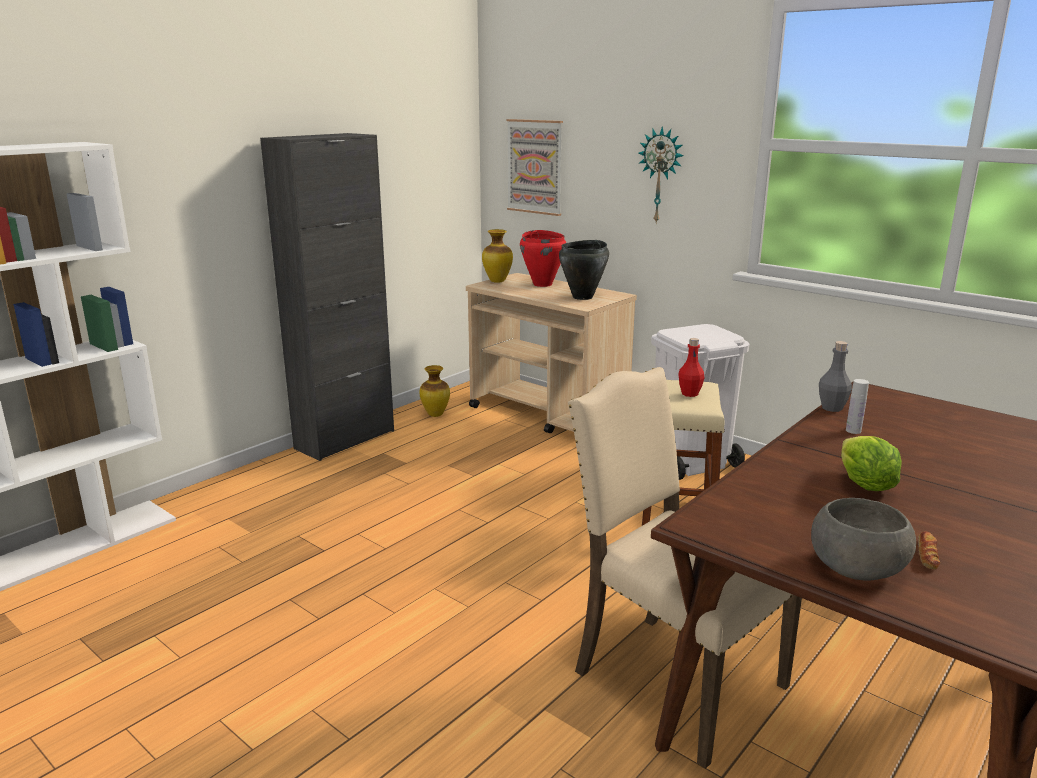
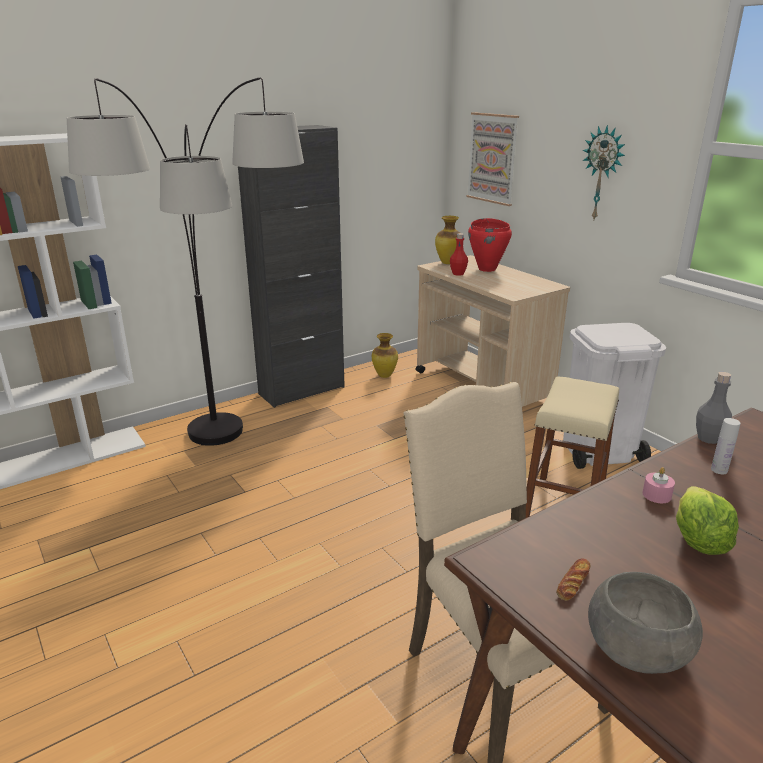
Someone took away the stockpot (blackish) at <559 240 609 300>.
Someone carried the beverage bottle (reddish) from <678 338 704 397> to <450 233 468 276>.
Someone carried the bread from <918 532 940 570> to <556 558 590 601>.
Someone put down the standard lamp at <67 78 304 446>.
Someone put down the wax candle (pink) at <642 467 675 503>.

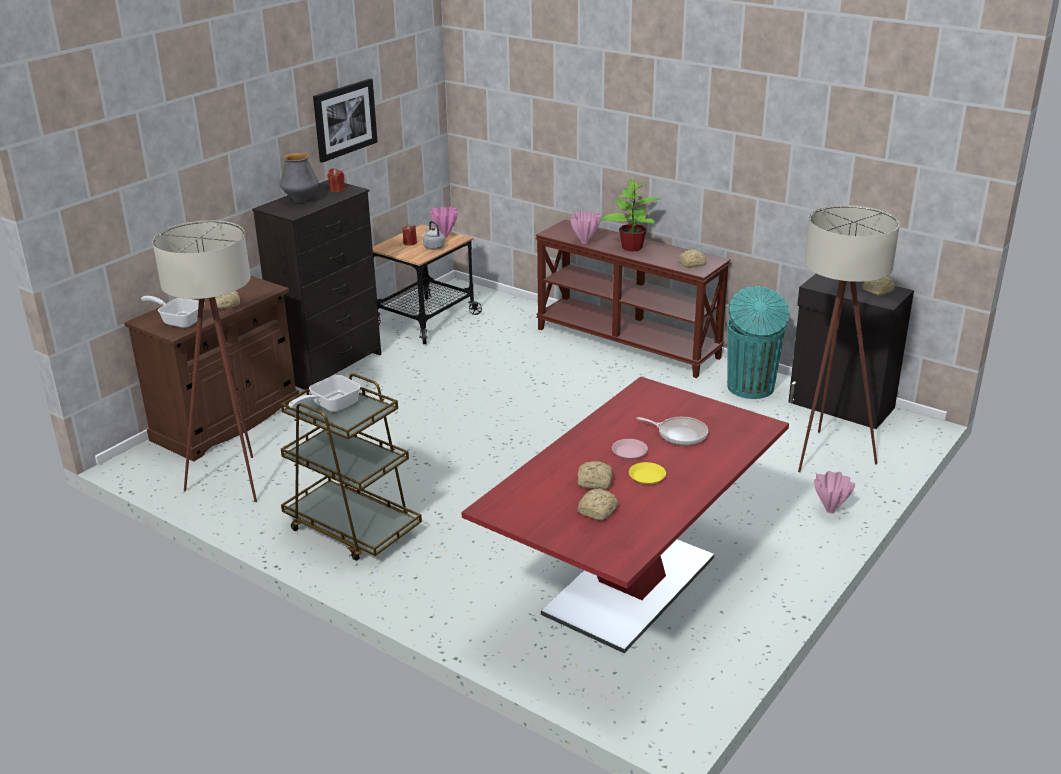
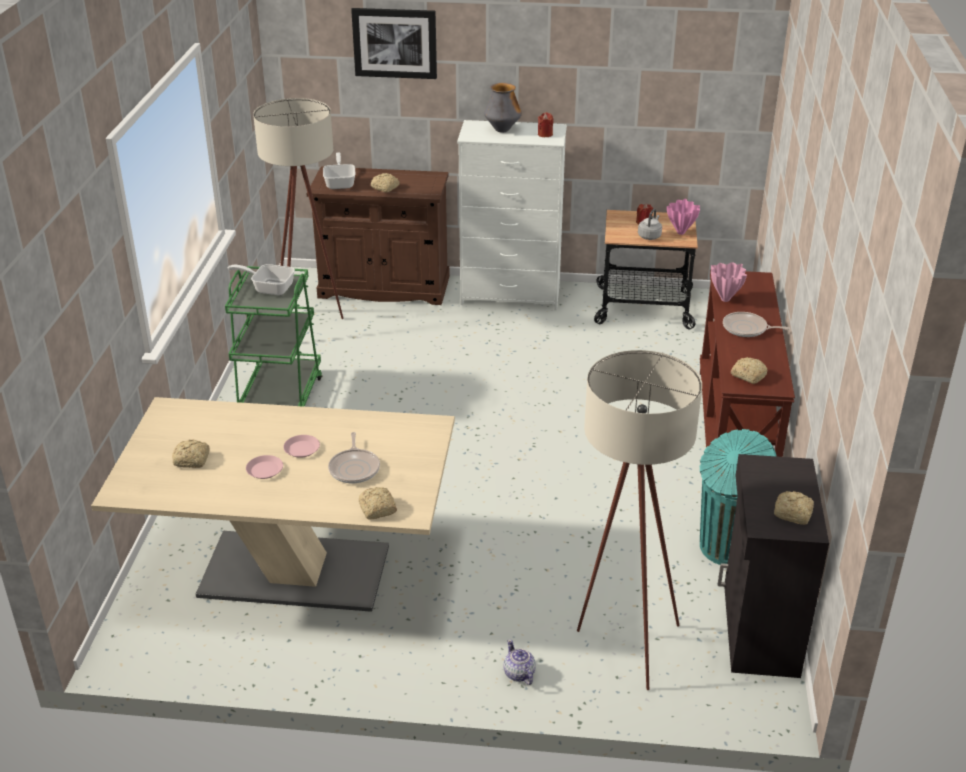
Someone repainted the drawer chest (blackish) at <252 180 381 392>, which became the drawer chest (white-coloured) at <457 120 567 311>.
Someone repainted the wheeled cart (brown) at <281 374 422 561>, which became the wheeled cart (greenish) at <225 266 322 407>.
Someone carried the wall picture from <313 79 378 163> to <351 8 437 79>.
Someone repainted the dinner table (reddish) at <461 376 789 653>, which became the dinner table (beige) at <91 397 455 612>.
Someone carried the bread from <578 461 612 490> to <359 487 397 519>.
Someone swapped the plant in a pot at <601 179 660 252> for the pan at <723 312 790 337>.
Someone repainted the flat dish (yellowish) at <629 462 666 484>, which became the flat dish (pink) at <246 455 283 479>.
Someone swapped the flower vase (pink) at <814 471 855 513> for the tea pot at <503 639 536 685>.

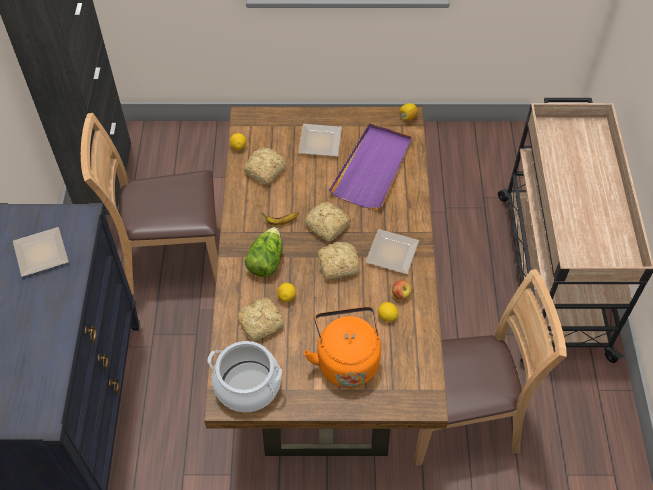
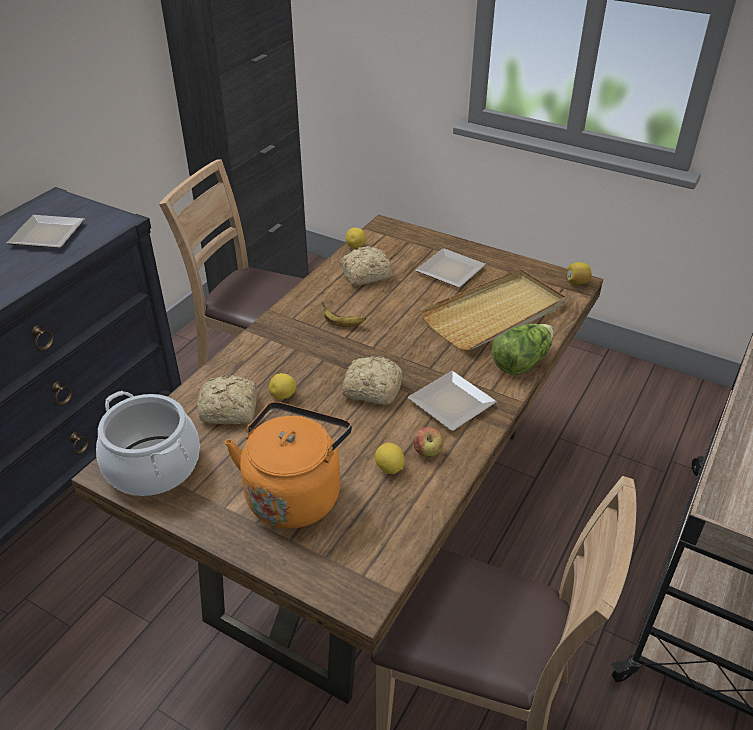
Someone carried the lettuce head from <245 227 283 277> to <491 324 554 375>.
Someone took away the bread at <305 202 351 242>.
Someone repainted the serving tray (purple) at <329 123 412 209>, which became the serving tray (beige) at <420 269 566 351>.

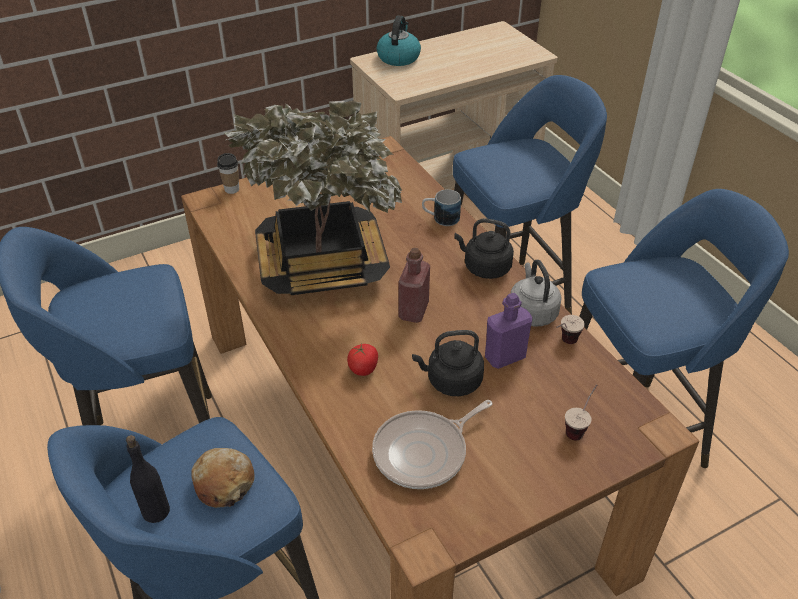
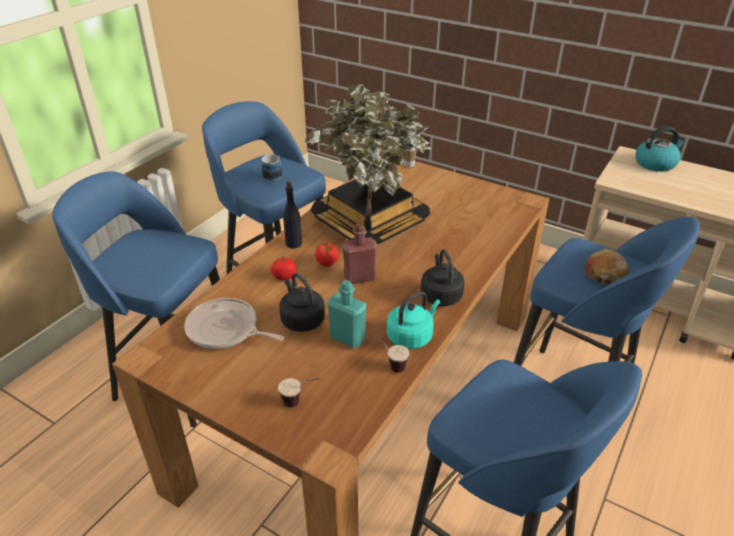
Someone carried the beverage bottle (blackish) from <126 435 170 523> to <283 181 302 248>.
Someone carried the bread from <191 448 255 508> to <585 249 629 285>.
Someone carried the tea mug from <422 189 461 226> to <261 154 282 181>.
Someone repainted the beverage bottle (purple) at <485 293 532 369>, which became the beverage bottle (turquoise) at <328 280 366 348>.
Someone repainted the kettle (grey) at <510 260 562 327>, which became the kettle (turquoise) at <387 291 440 349>.
Someone put down the whole tomato at <315 243 339 267>.

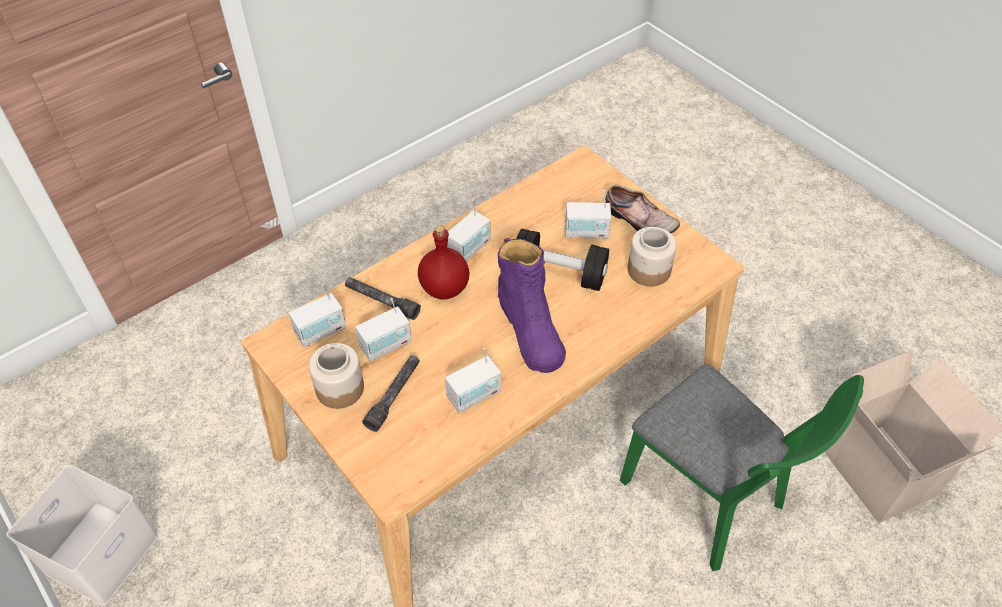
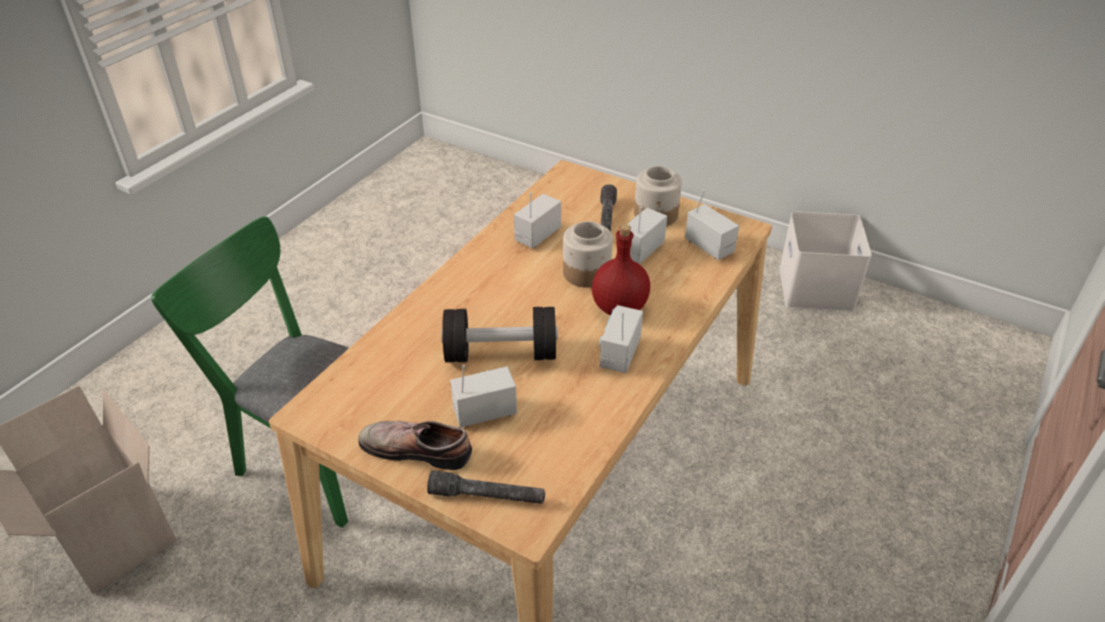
Someone rotated the radio receiver at <288 284 346 347> by 105 degrees clockwise.
Someone carried the torch (grey) from <345 277 421 320> to <427 470 545 504>.
Someone took away the tall boot (purple) at <498 238 566 373>.
Someone carried the jar from <628 227 677 286> to <563 221 613 288>.

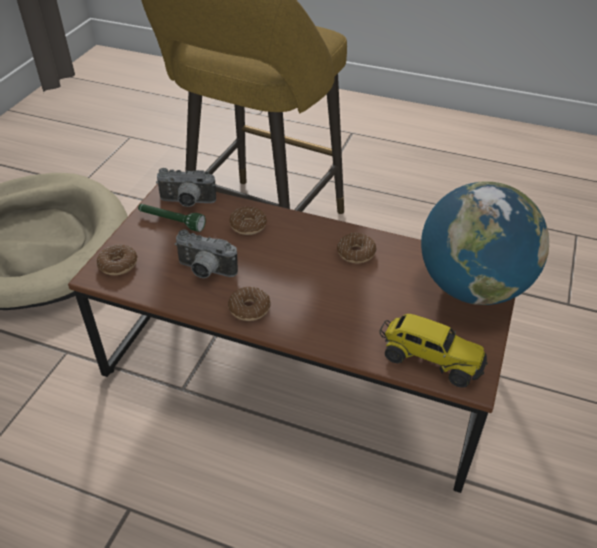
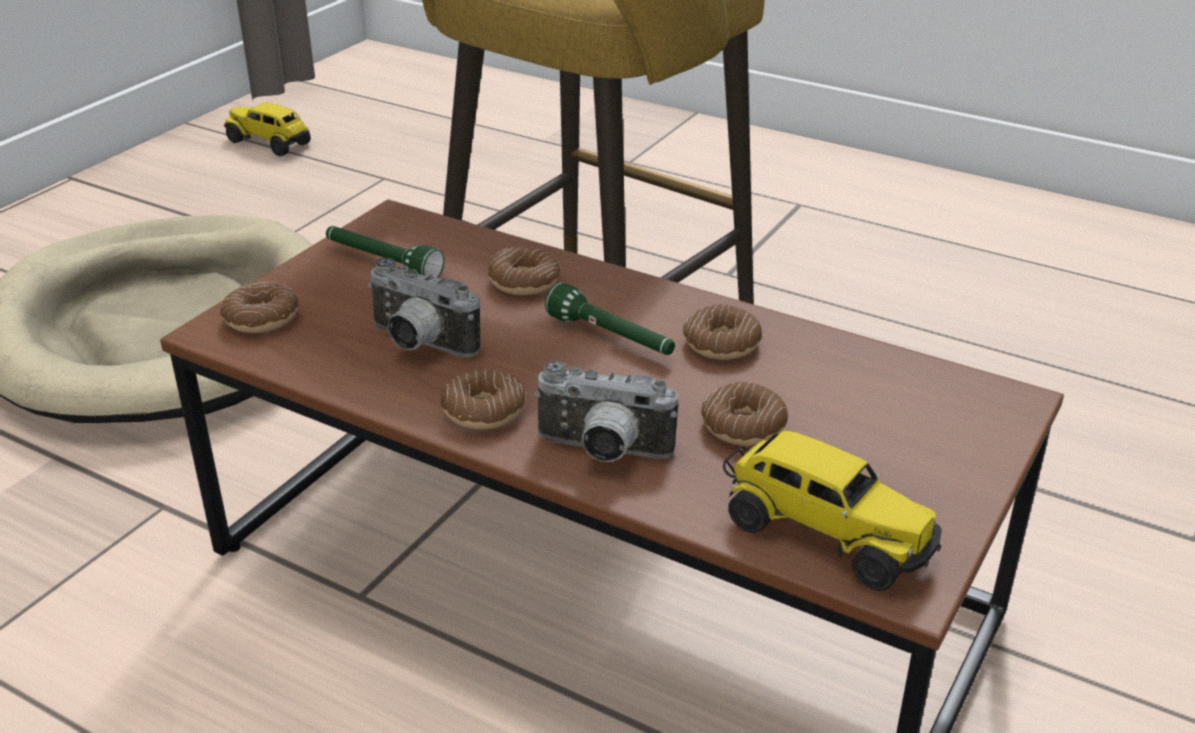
Someone carried the photo camera from <156 168 216 207> to <534 361 679 462>.
Someone took away the world globe at <421 181 549 305>.
Someone put down the toy lorry at <224 102 311 156>.
Someone put down the torch (greenish) at <545 282 675 355>.
Someone put down the donut at <701 382 788 446>.

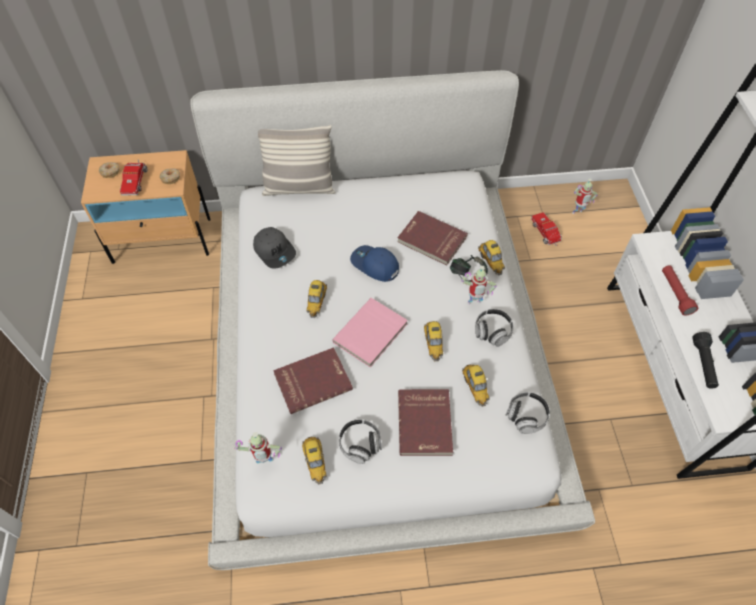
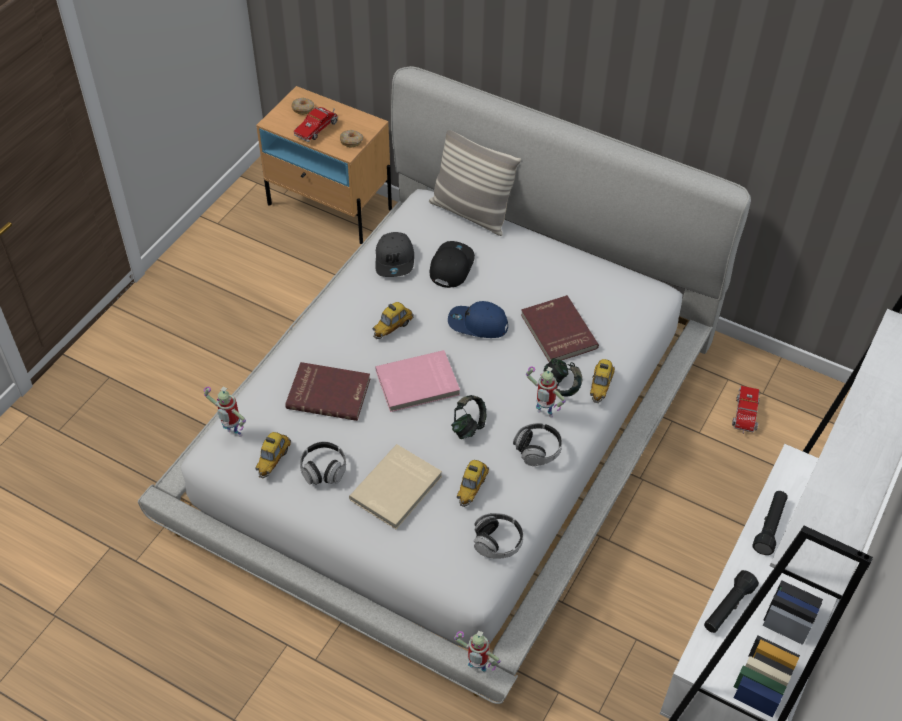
Someone rotated the cap (blue-coloured) at <350 245 399 282> by 60 degrees counterclockwise.
Someone repainted the book (reddish) at <398 389 453 456>, which became the book (beige) at <349 444 442 529>.
Someone swapped the model car at <424 321 443 361> for the pair of headphones at <451 395 486 439>.
Someone carried the model robot from <572 179 598 214> to <454 631 501 672>.
Someone repainted the torch (reddish) at <662 265 699 316>, which became the torch (blackish) at <753 491 788 555>.
Someone put down the cap (blackish) at <430 241 475 288>.

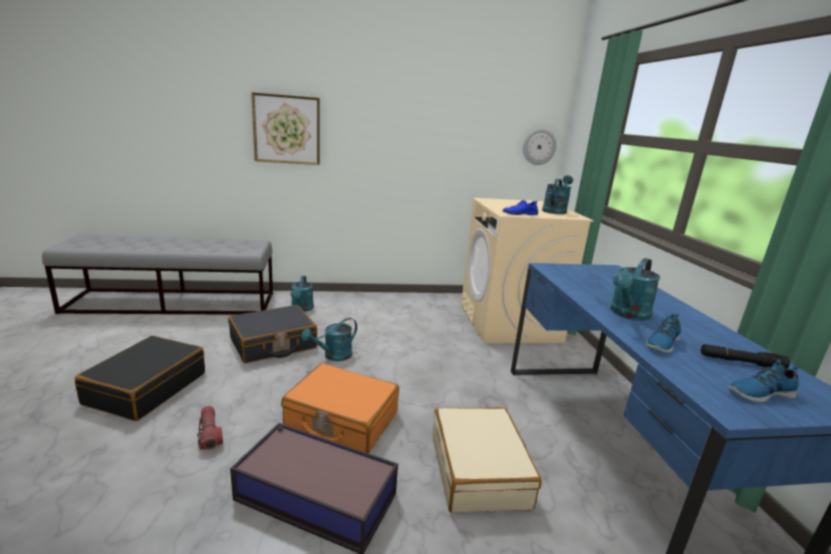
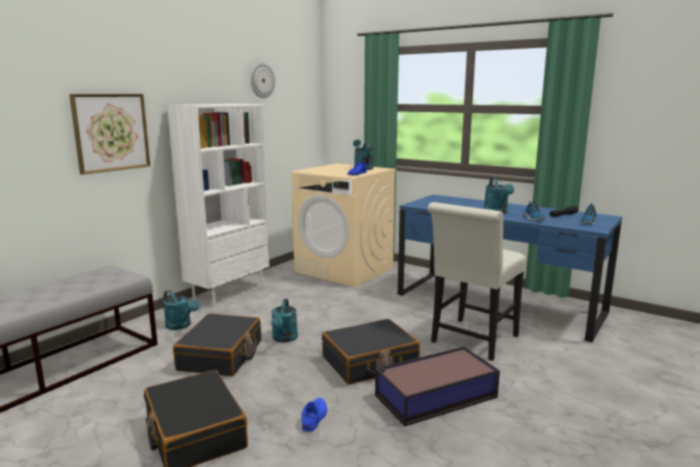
Someone swapped the torch at <197 406 223 450> for the shoe (blue-coloured) at <301 398 327 432>.
Someone repainted the piece of luggage (orange) at <281 363 399 453>, which became the piece of luggage (blackish) at <322 319 420 384>.
Someone swapped the piece of luggage (beige) at <432 407 542 513> for the plain chair (white-coloured) at <428 202 527 361>.
Someone carried the hanging clock from <523 129 557 165> to <251 63 275 98>.
Someone put down the shelving unit (white-coloured) at <167 104 269 307>.

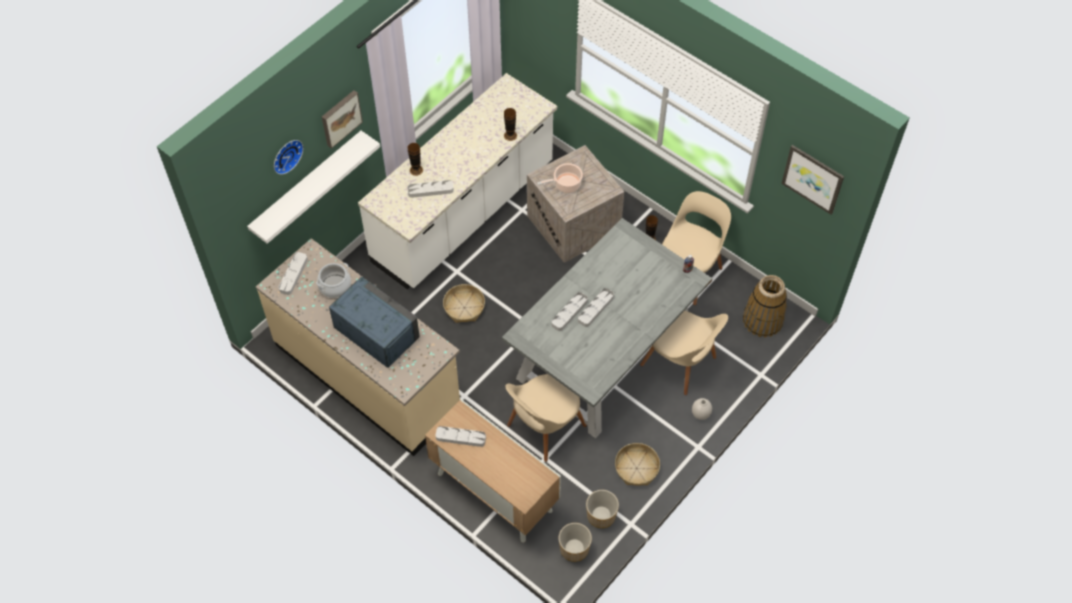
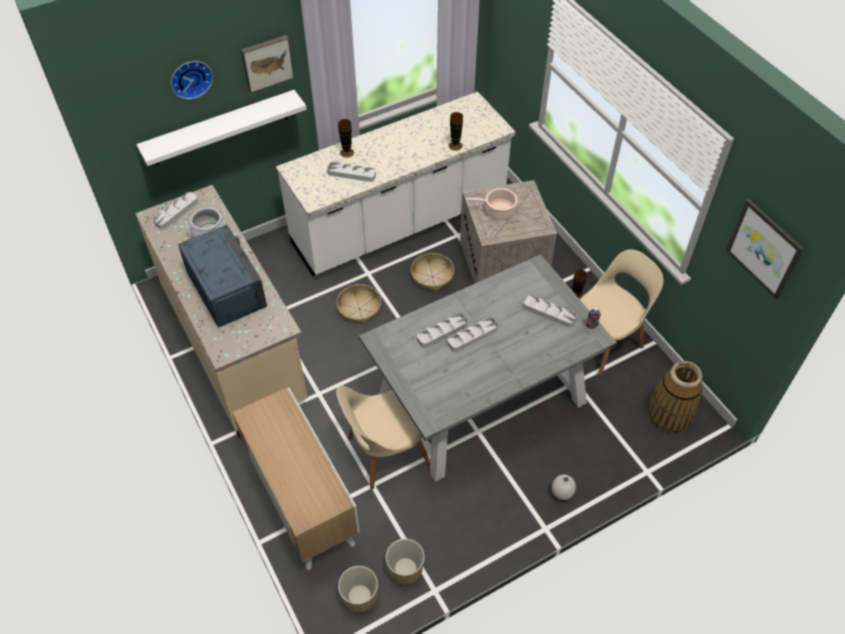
Someone carried the serving tray (grey) from <435 426 486 447> to <524 295 577 328>.
Someone carried the household basket from <615 443 660 486> to <411 253 454 292>.
Someone took away the plain chair (beige) at <640 311 728 395>.

